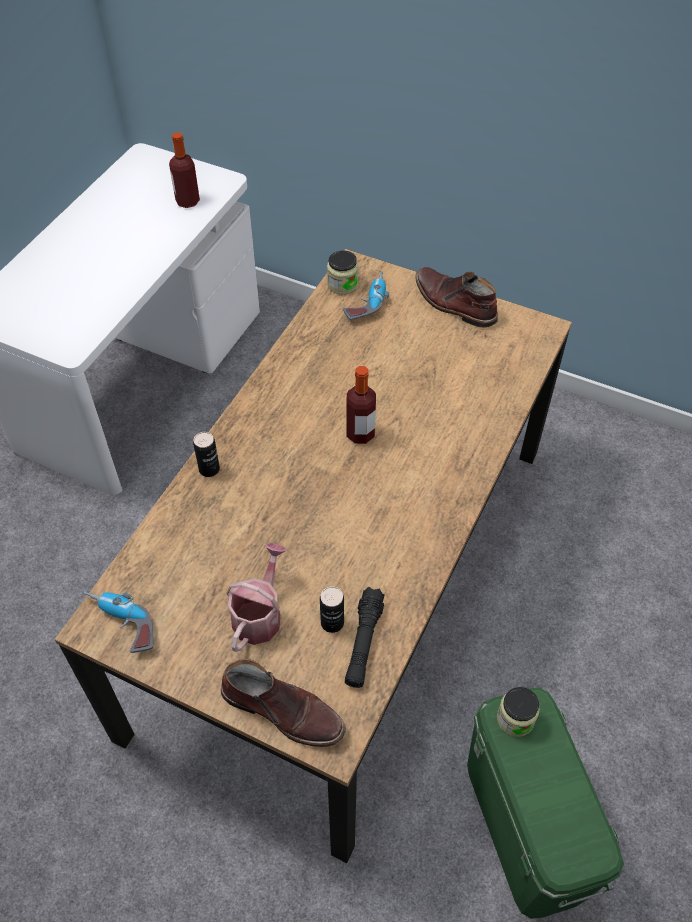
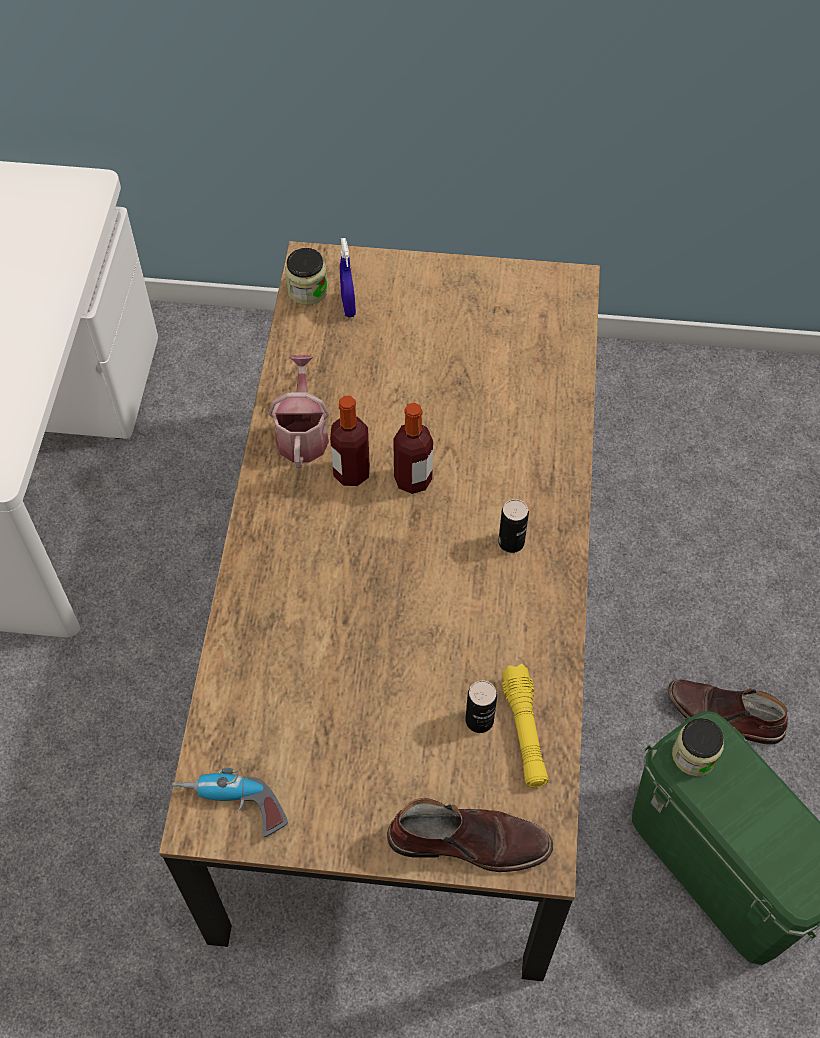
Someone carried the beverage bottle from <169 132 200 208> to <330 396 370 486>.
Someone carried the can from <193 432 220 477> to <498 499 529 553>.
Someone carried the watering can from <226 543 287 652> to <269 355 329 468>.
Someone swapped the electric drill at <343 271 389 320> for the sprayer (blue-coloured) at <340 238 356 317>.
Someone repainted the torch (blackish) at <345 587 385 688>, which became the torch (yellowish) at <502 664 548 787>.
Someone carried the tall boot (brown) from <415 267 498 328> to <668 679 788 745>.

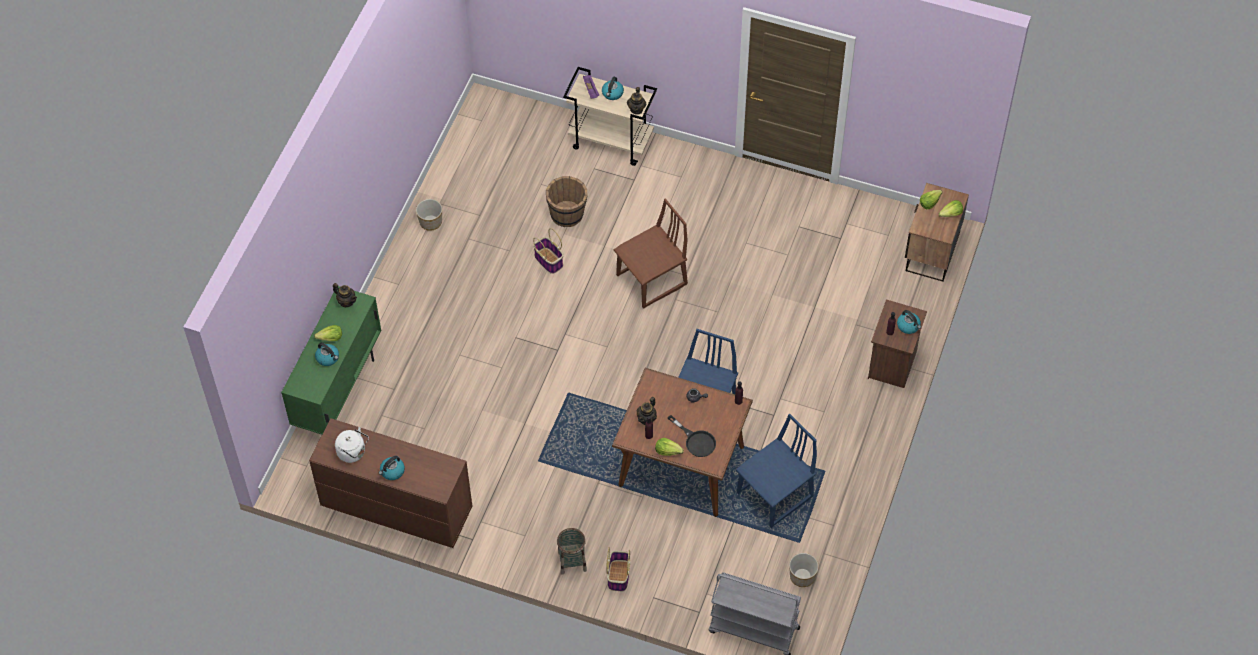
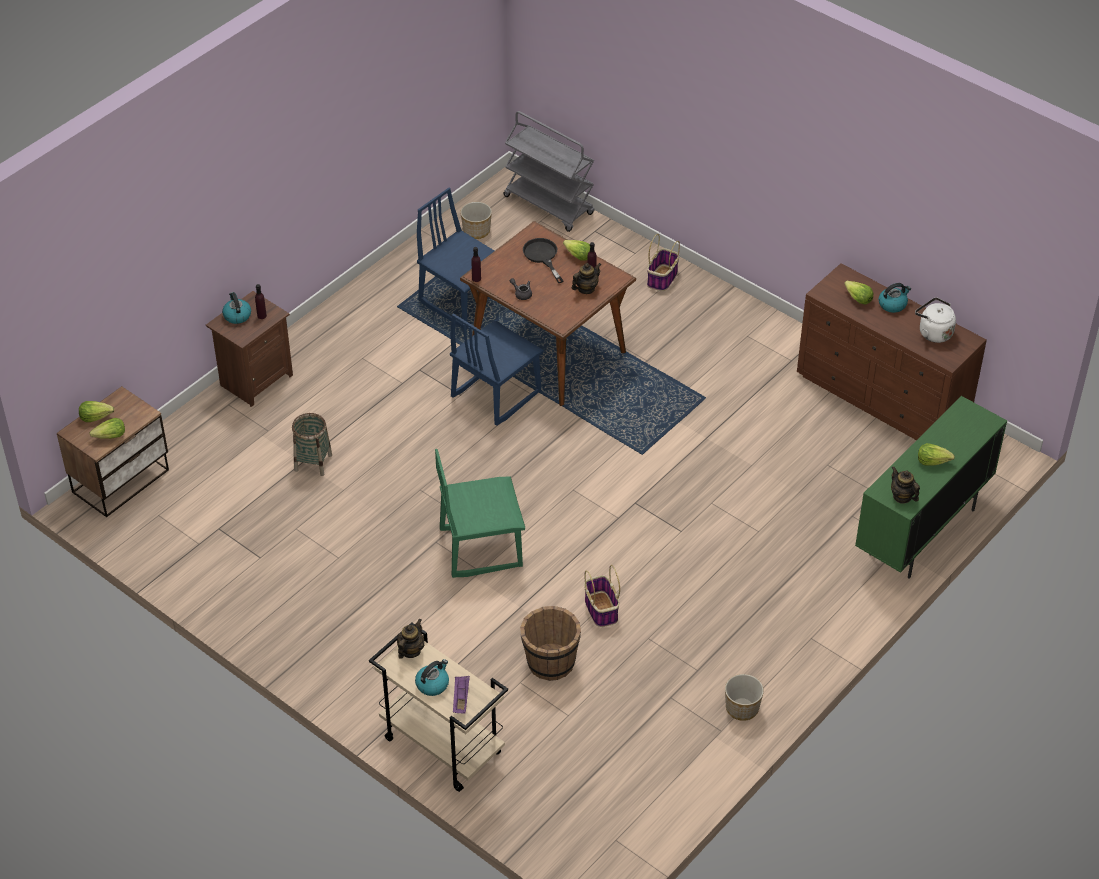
Someone took away the kettle at <315 343 339 366>.
Someone carried the household basket from <557 528 587 575> to <292 413 332 476>.
Someone repainted the plain chair (brown) at <614 199 688 309>, which became the plain chair (greenish) at <435 449 525 578>.
Someone rotated the plain chair (blue-coloured) at <736 413 817 528> by 60 degrees clockwise.
Someone put down the lettuce head at <844 281 874 304>.

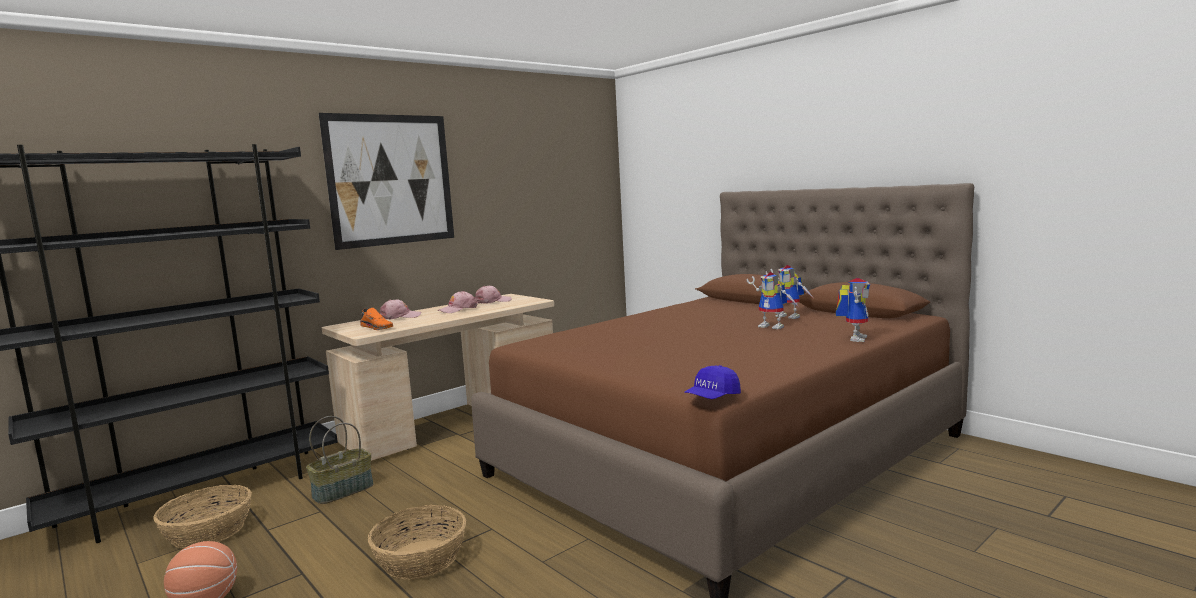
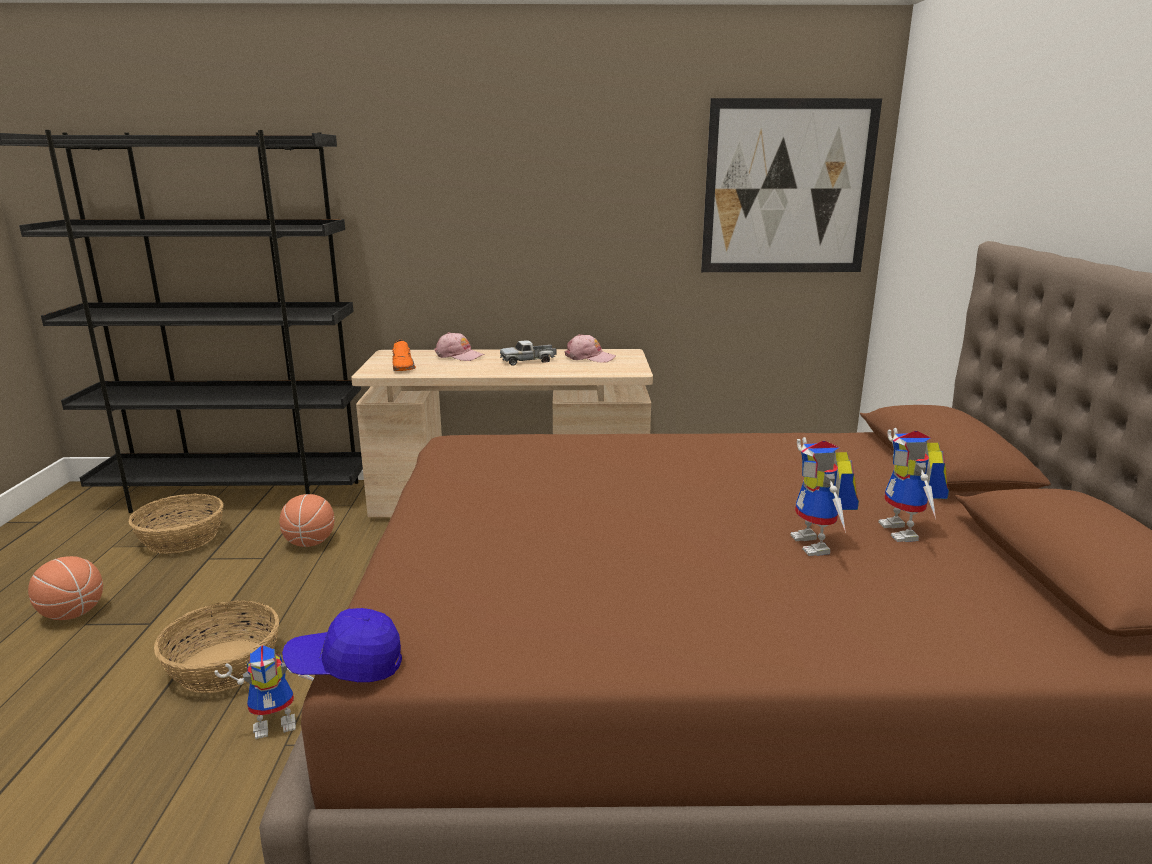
Someone swapped the household basket at <306 416 374 504> for the basketball at <279 494 335 547>.
Someone carried the wall picture from <319 113 454 250> to <701 98 882 272>.
Someone swapped the cap (pink) at <438 291 478 313> for the toy lorry at <500 340 556 366>.
Someone carried the model robot from <836 278 870 342> to <214 645 314 739>.

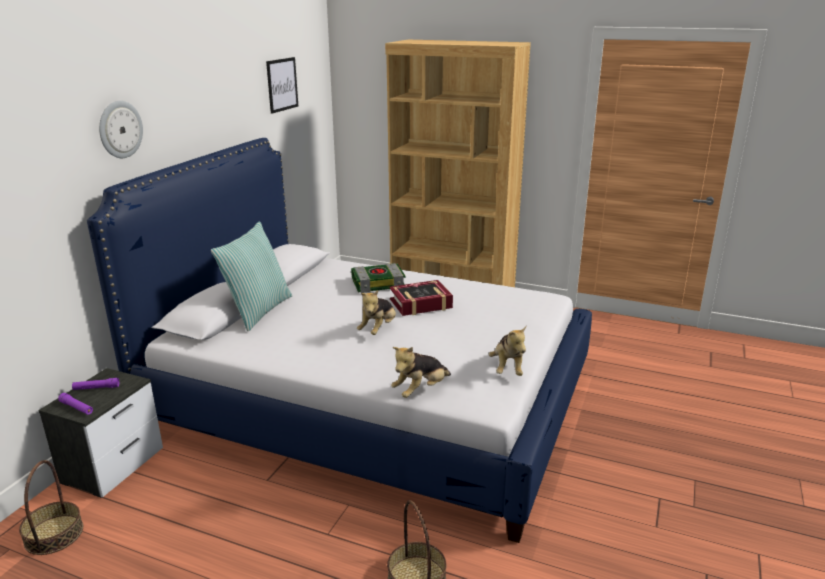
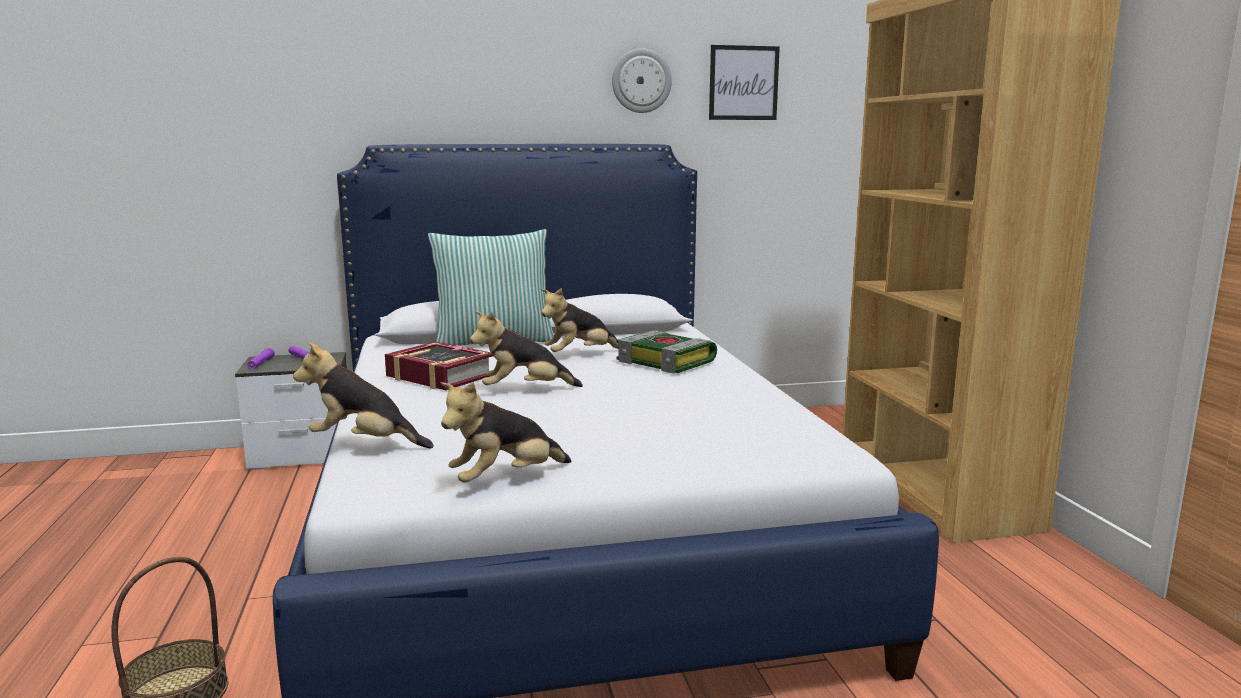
Someone took away the household basket at <19 460 83 555>.
Someone carried the hanging clock from <99 101 143 158> to <612 48 672 113>.
Someone carried the book from <389 280 453 316> to <385 342 493 390>.
Someone put down the cuddly toy at <541 288 618 352>.

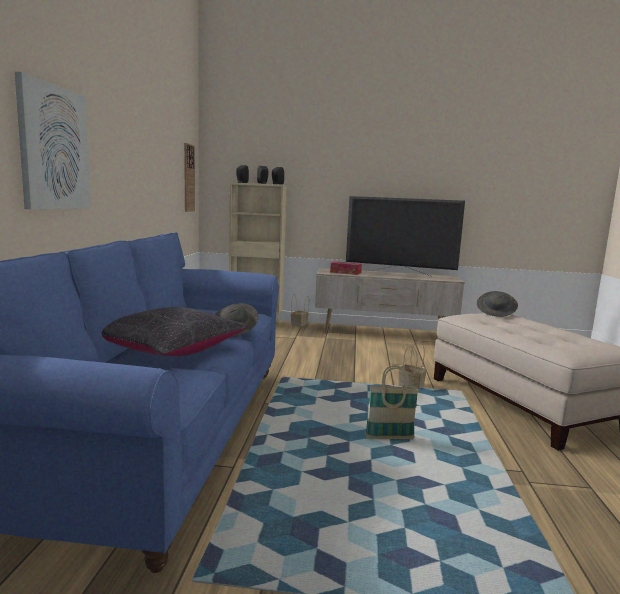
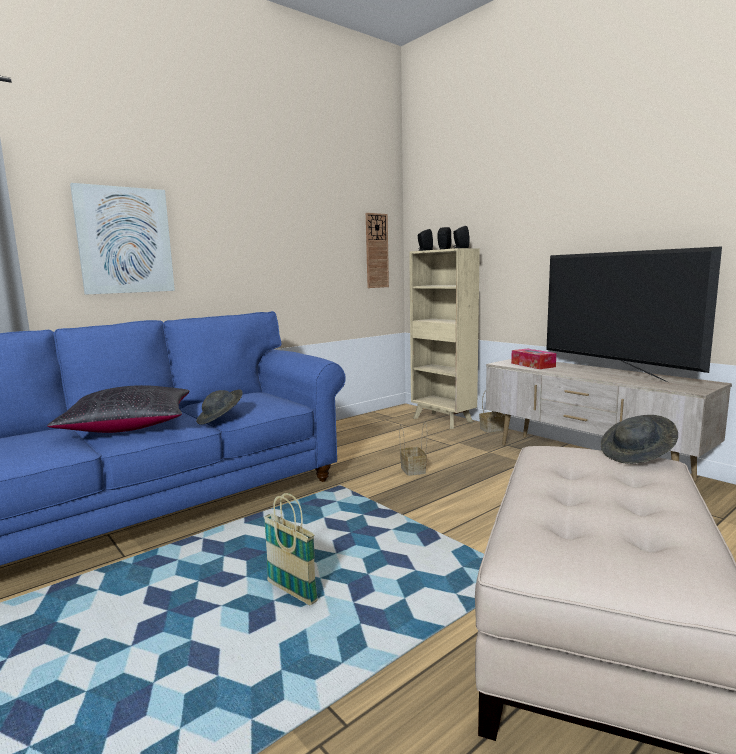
Someone carried the household basket from <398 341 427 389> to <400 422 427 476>.

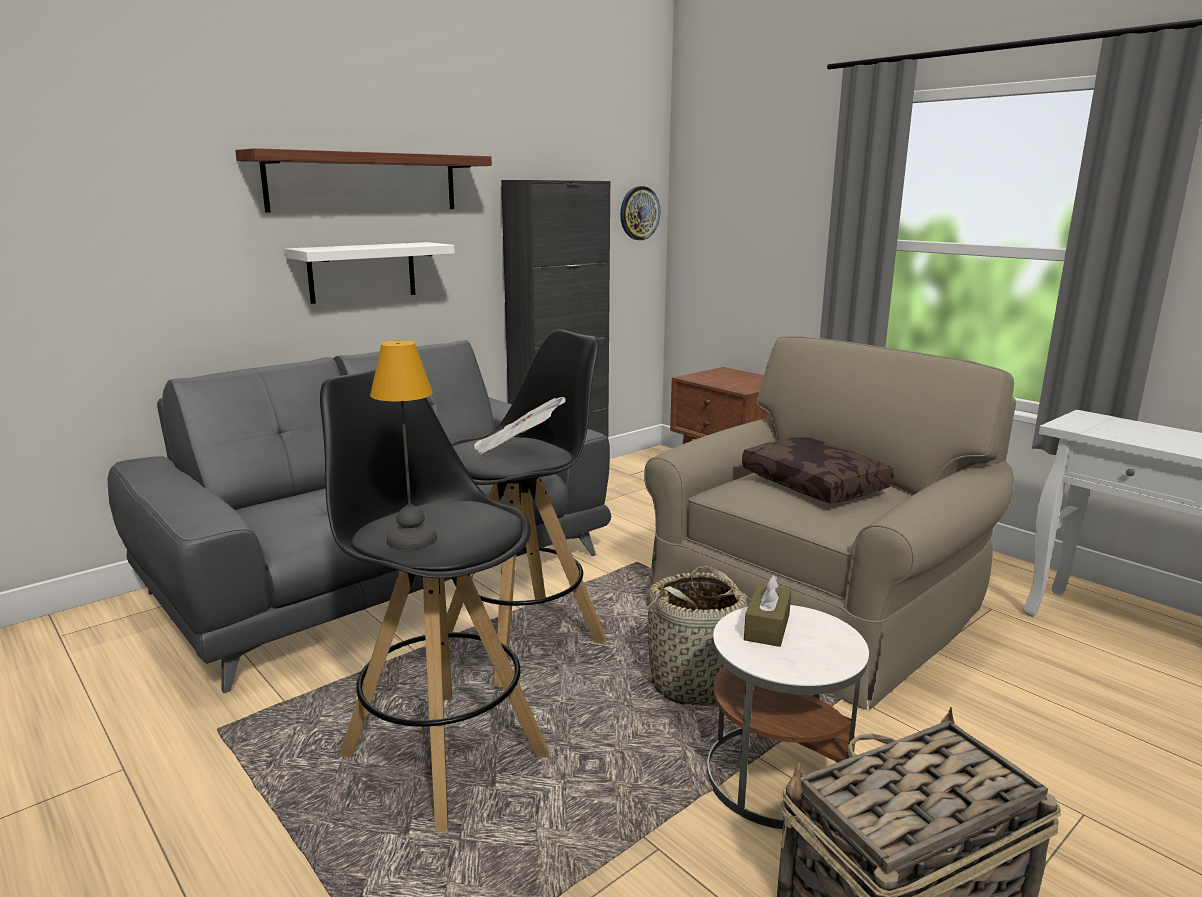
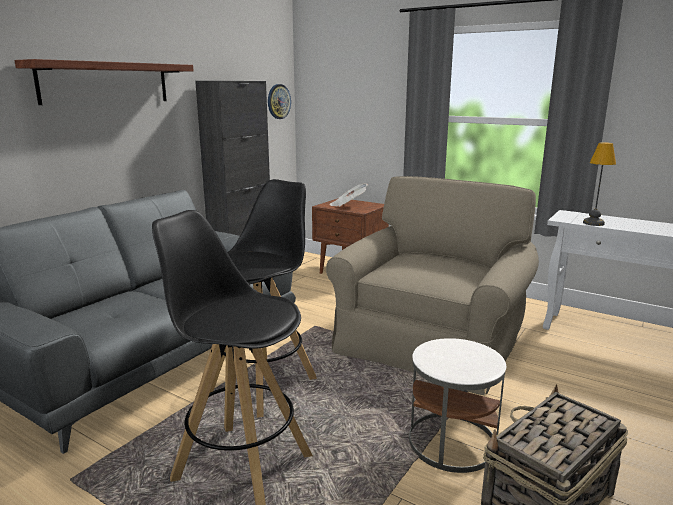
Someone took away the shelf (white-coloured) at <284 242 455 304>.
Someone carried the tabletop lamp from <370 340 437 550> to <583 142 616 226>.
Someone carried the daily paper from <474 397 565 455> to <330 183 368 207>.
Someone took away the household basket at <636 566 751 706>.
Someone took away the pillow (brown) at <742 437 894 503>.
Someone took away the tissue holder (brown) at <744 575 791 647>.

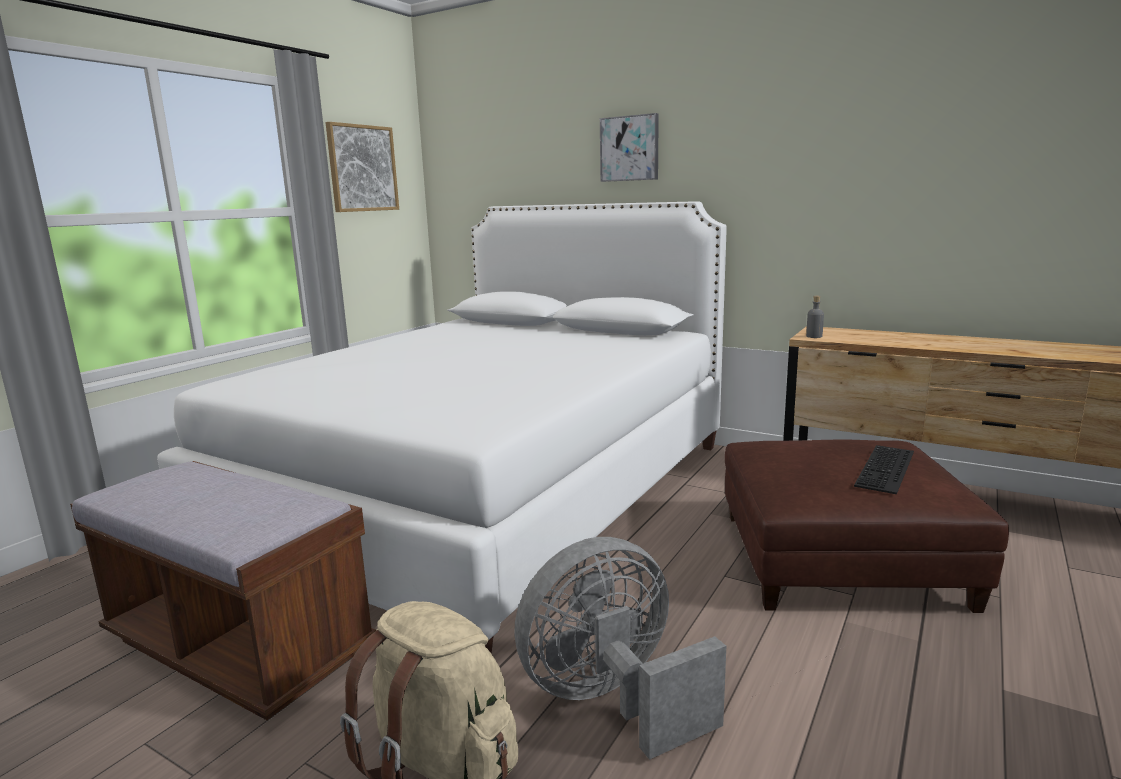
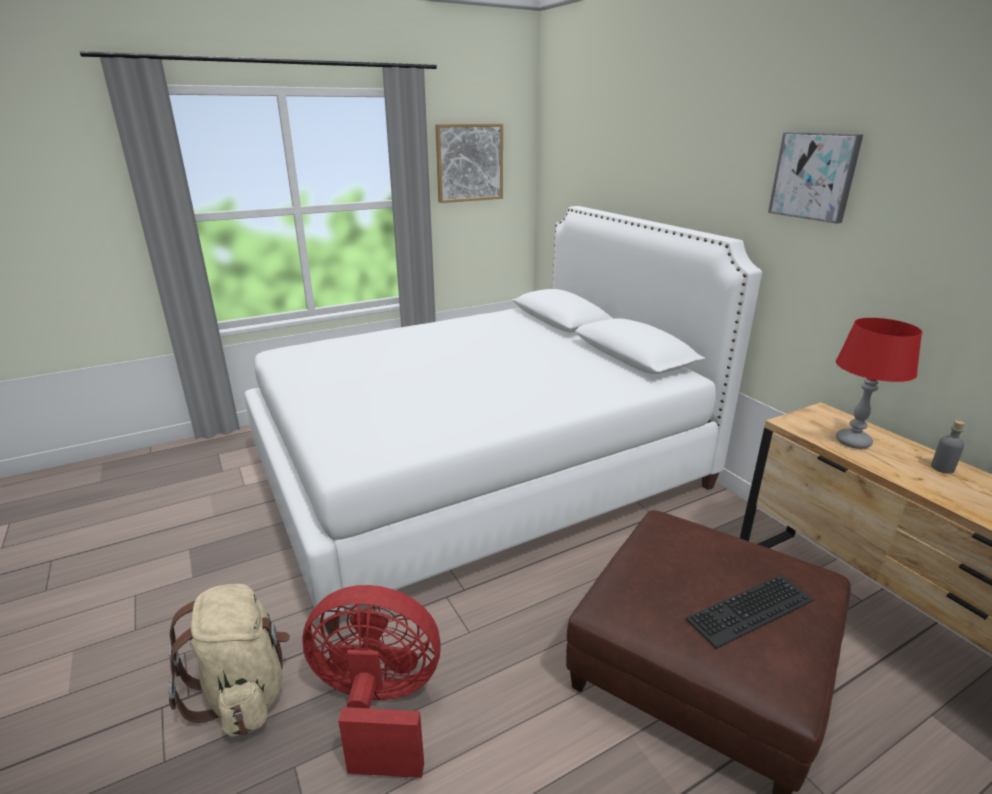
Someone took away the indoor bench (brown) at <70 461 376 720>.
Someone repainted the fan (grey) at <514 537 726 760>, which became the fan (reddish) at <302 585 441 778>.
Someone carried the wall picture from <600 113 659 182> to <768 132 863 224>.
Someone carried the beverage bottle (grey) from <806 296 824 338> to <931 420 965 474>.
Someone put down the tabletop lamp (reddish) at <836 318 922 449>.

